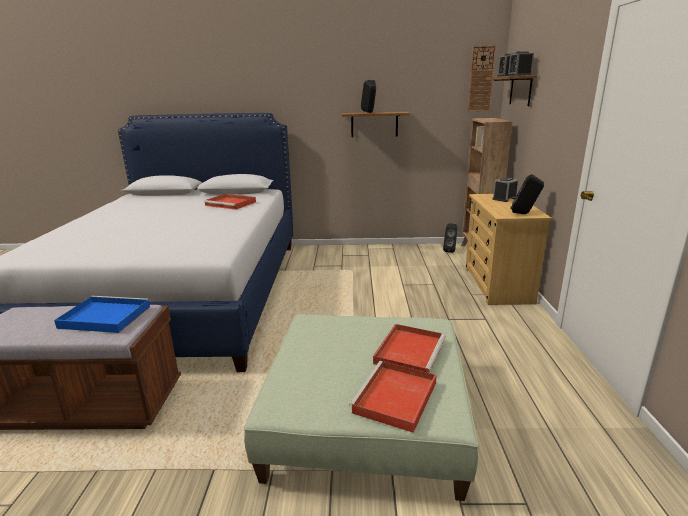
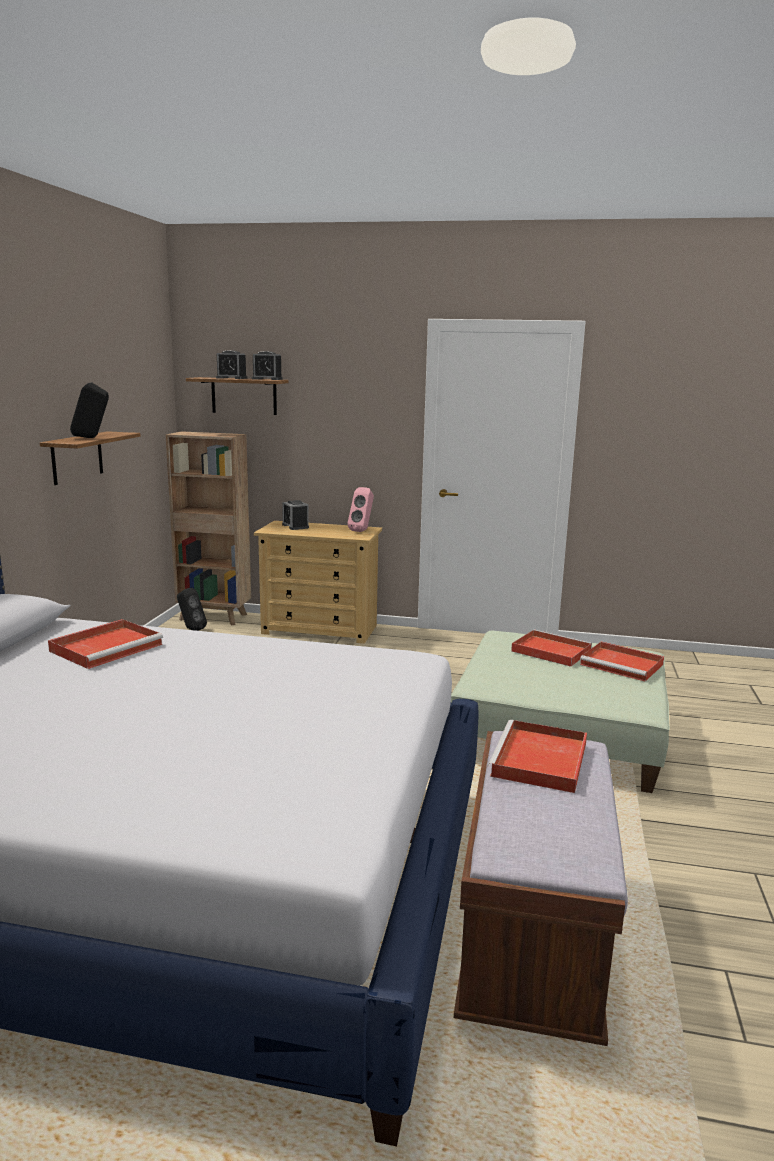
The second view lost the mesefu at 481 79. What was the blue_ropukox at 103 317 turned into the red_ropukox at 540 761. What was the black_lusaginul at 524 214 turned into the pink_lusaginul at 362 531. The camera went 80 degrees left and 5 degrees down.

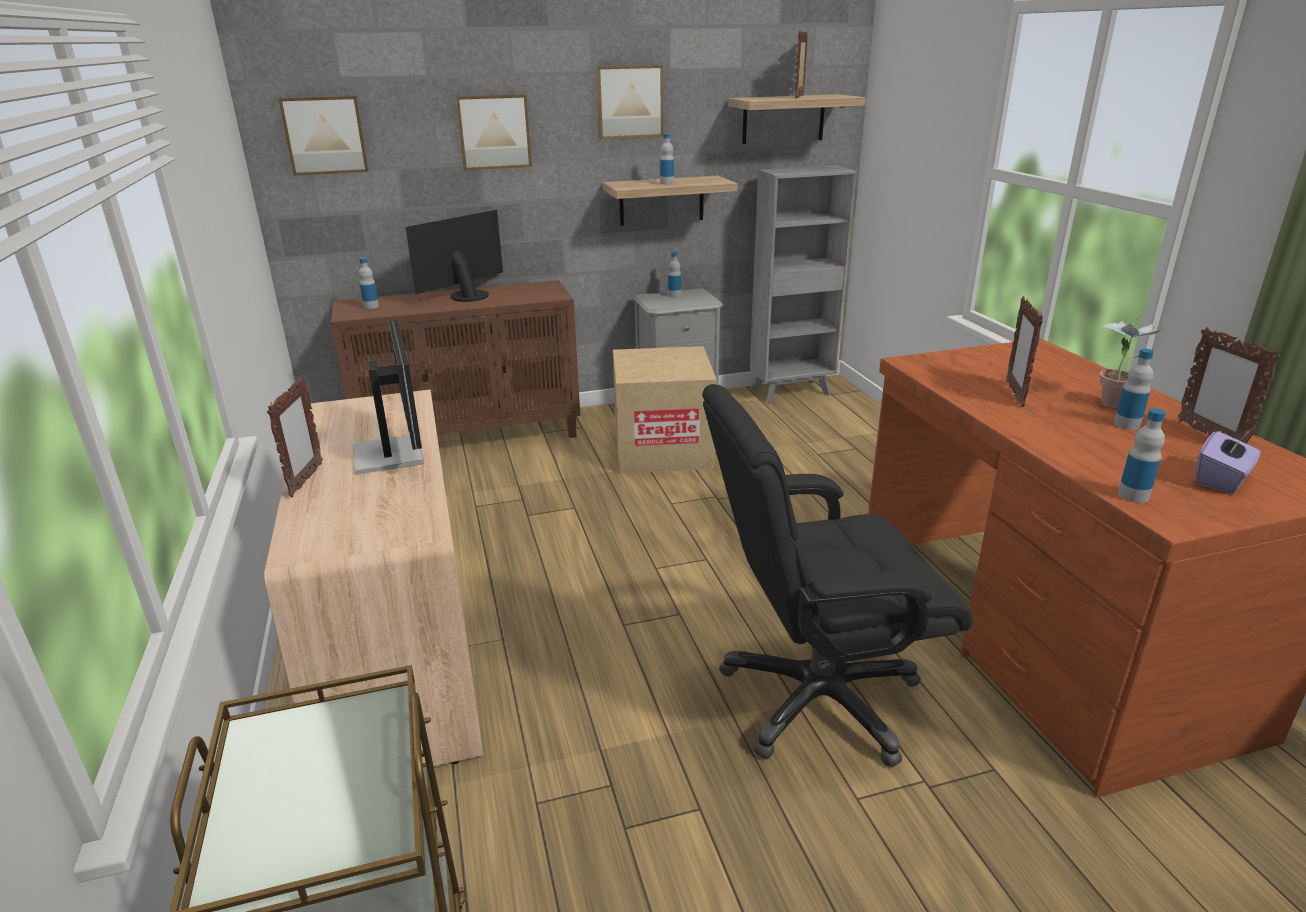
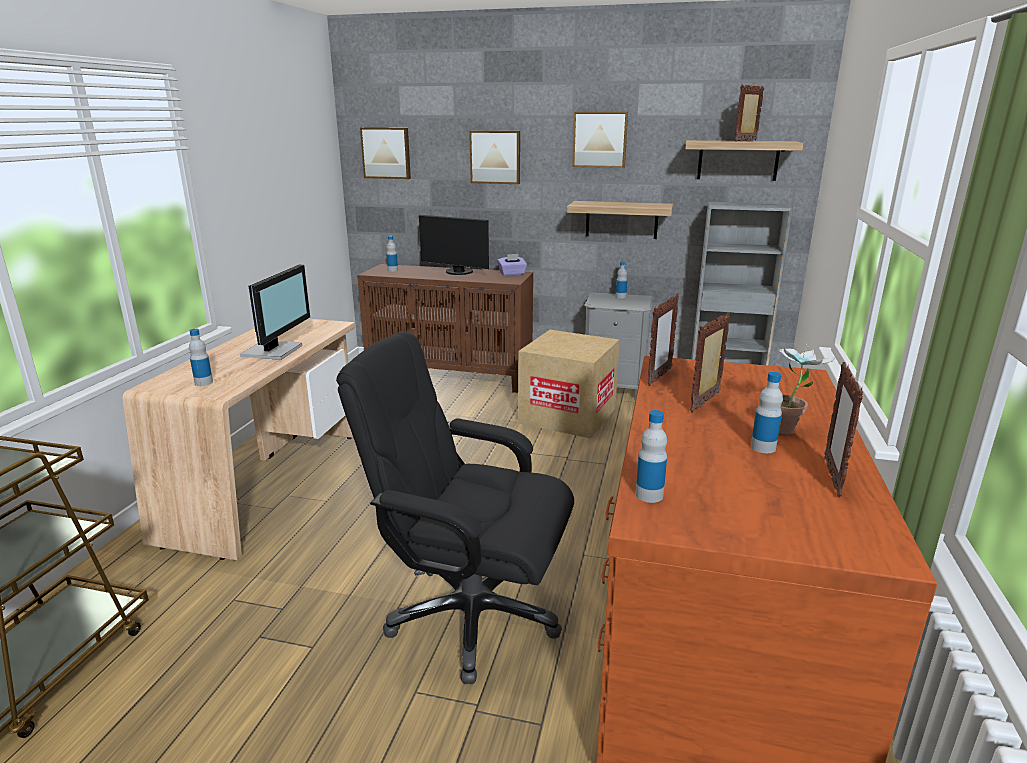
The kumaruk ended up elsewhere, having gone from 306 480 to 659 377. The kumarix ended up elsewhere, having gone from 666 183 to 203 382. The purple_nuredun ended up elsewhere, having gone from 1221 480 to 512 274. The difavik at 467 295 ended up facing another way, 135 degrees counterclockwise from before. The camera went 30 degrees right and 5 degrees down.

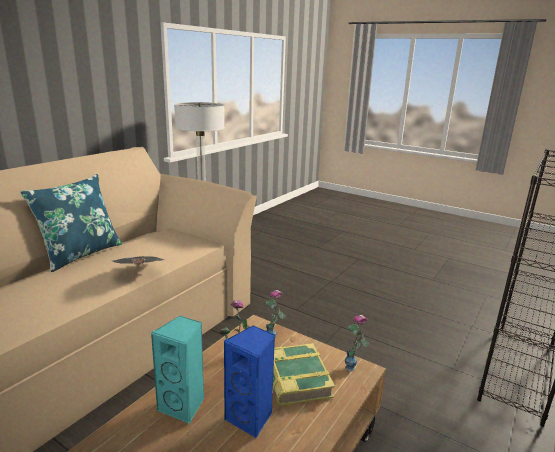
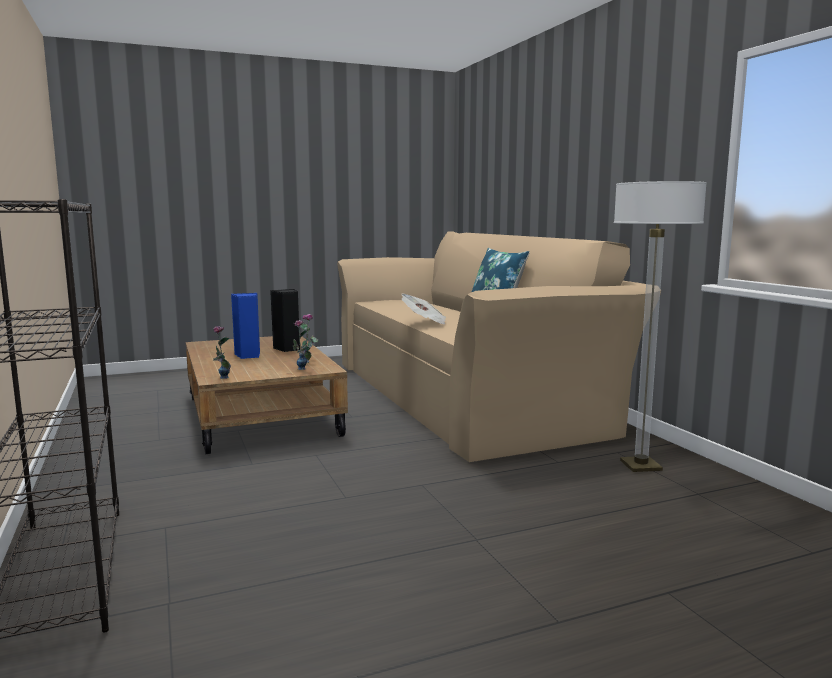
The second view lost the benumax at 295 379. What was the turquoise_lusaginul at 183 406 turned into the black_lusaginul at 287 349. The camera went 125 degrees right and 10 degrees down.

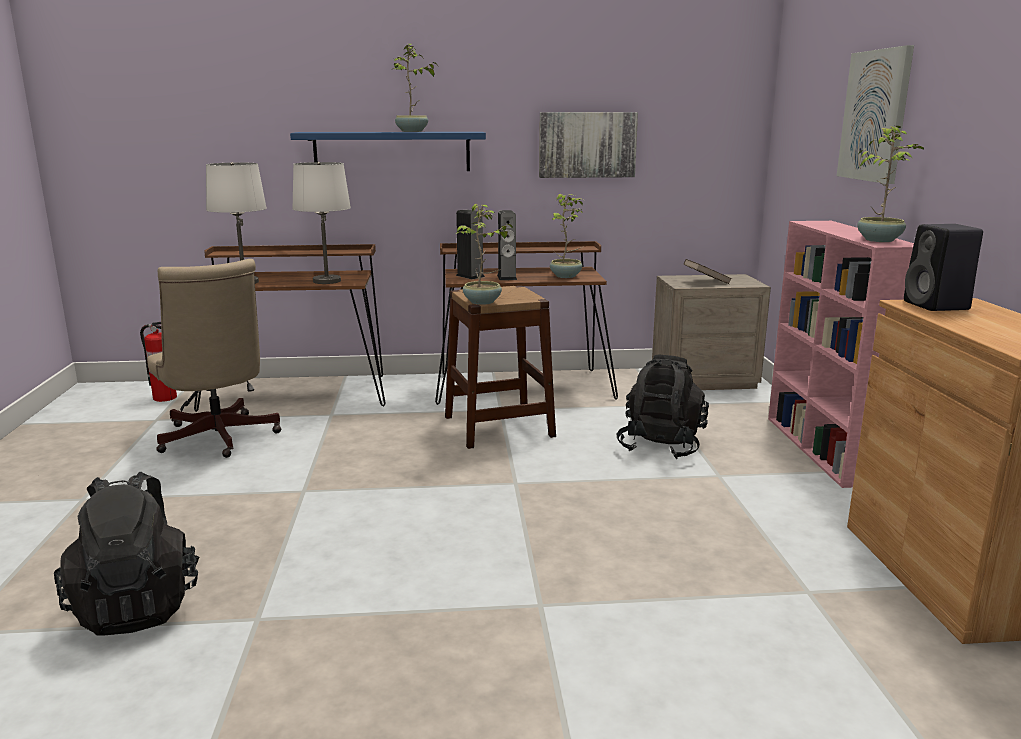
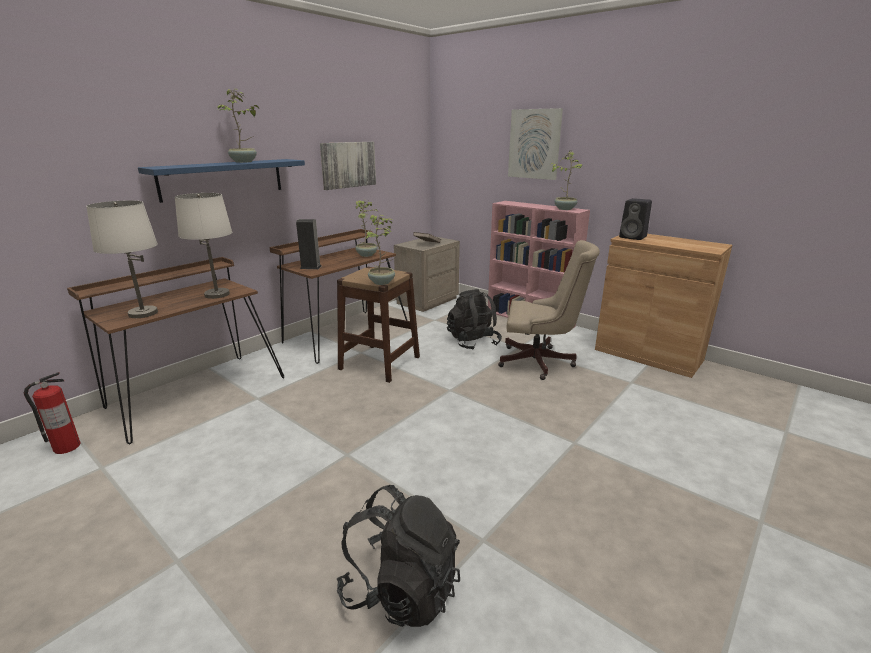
The second view lost the lusaginul at 506 277. The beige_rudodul ended up elsewhere, having gone from 218 439 to 540 362. The camera went 45 degrees left and 5 degrees up.

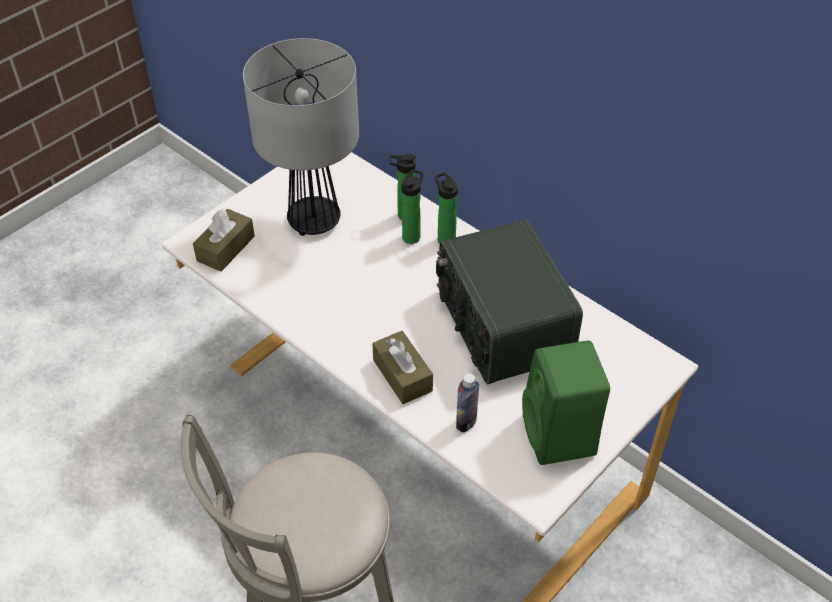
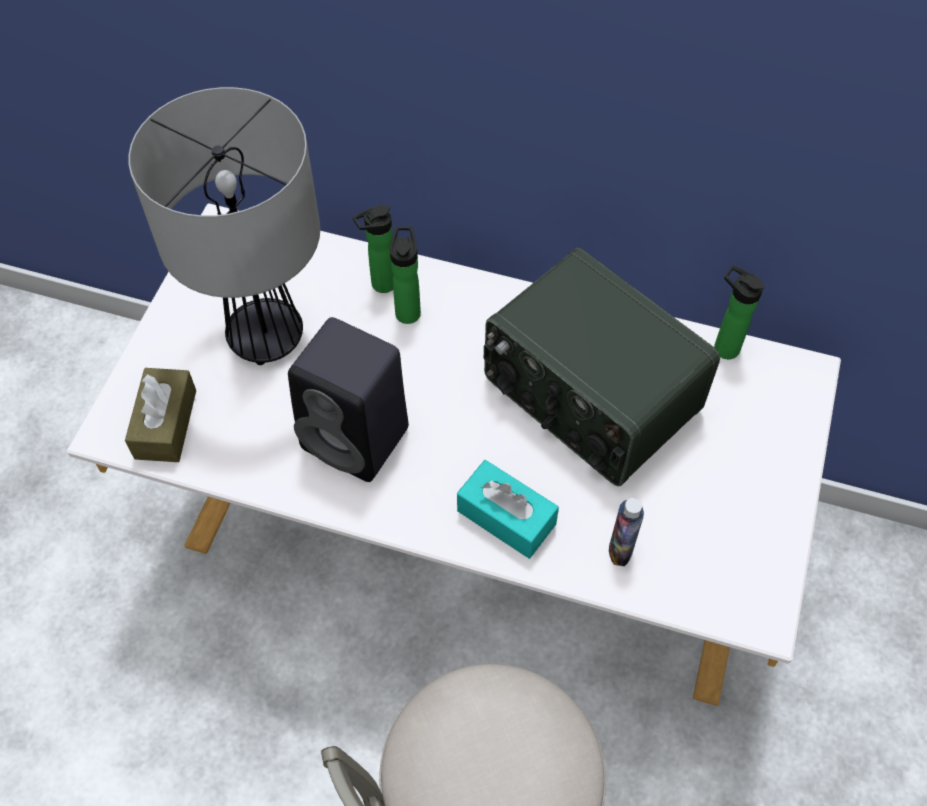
The second view lost the green_lusaginul at 560 437. The second view gained the black_lusaginul at 358 439. The kumarix ended up elsewhere, having gone from 445 238 to 722 347. What was the brown_nuredun at 402 375 turned into the turquoise_nuredun at 506 517. The camera went 25 degrees left and 10 degrees up.

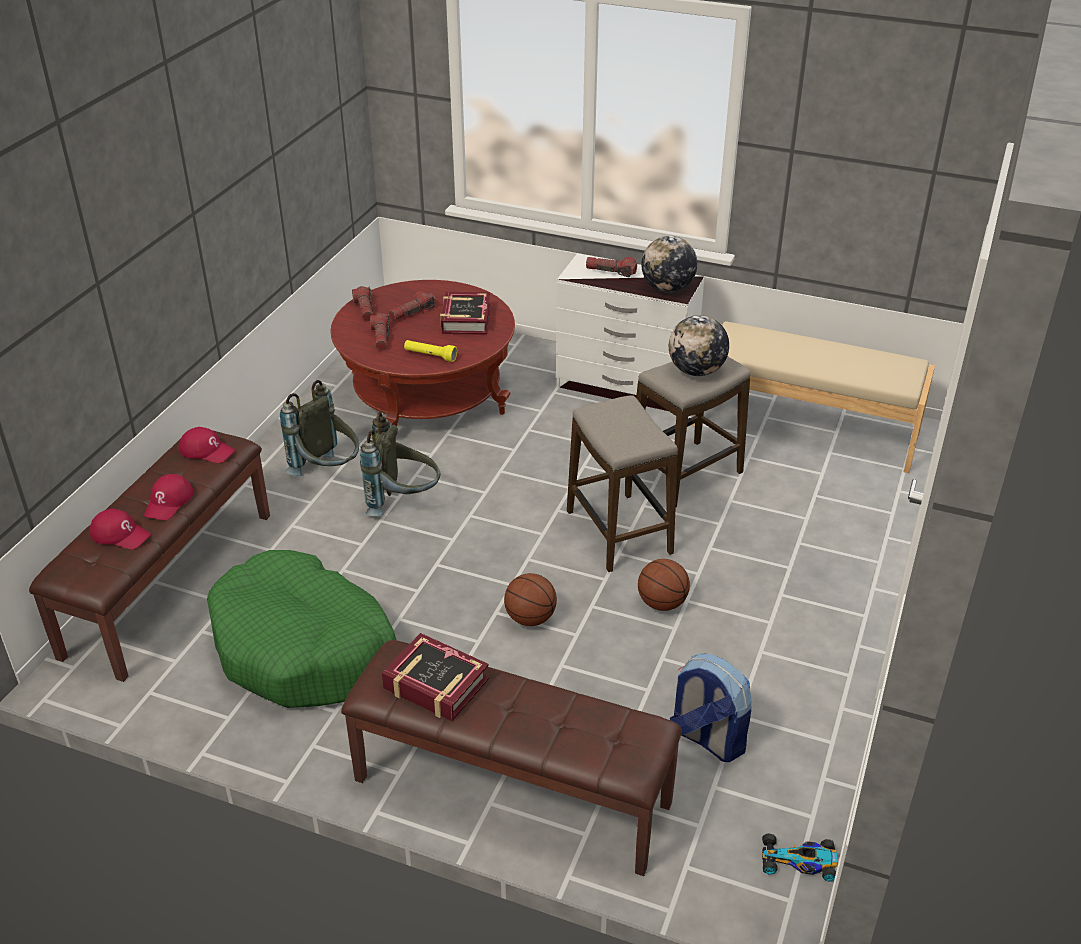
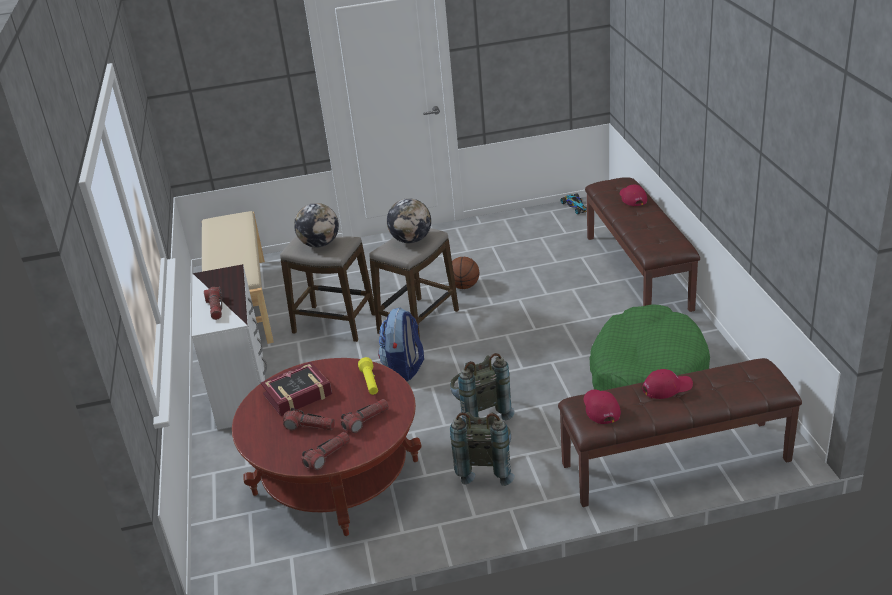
The second view lost the benumax at 435 684. The second view lost the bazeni at 530 618. The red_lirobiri ended up elsewhere, having gone from 120 534 to 632 198. The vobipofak ended up elsewhere, having gone from 667 289 to 411 240. The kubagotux ended up elsewhere, having gone from 706 738 to 404 369. The camera went 120 degrees left and 5 degrees down.

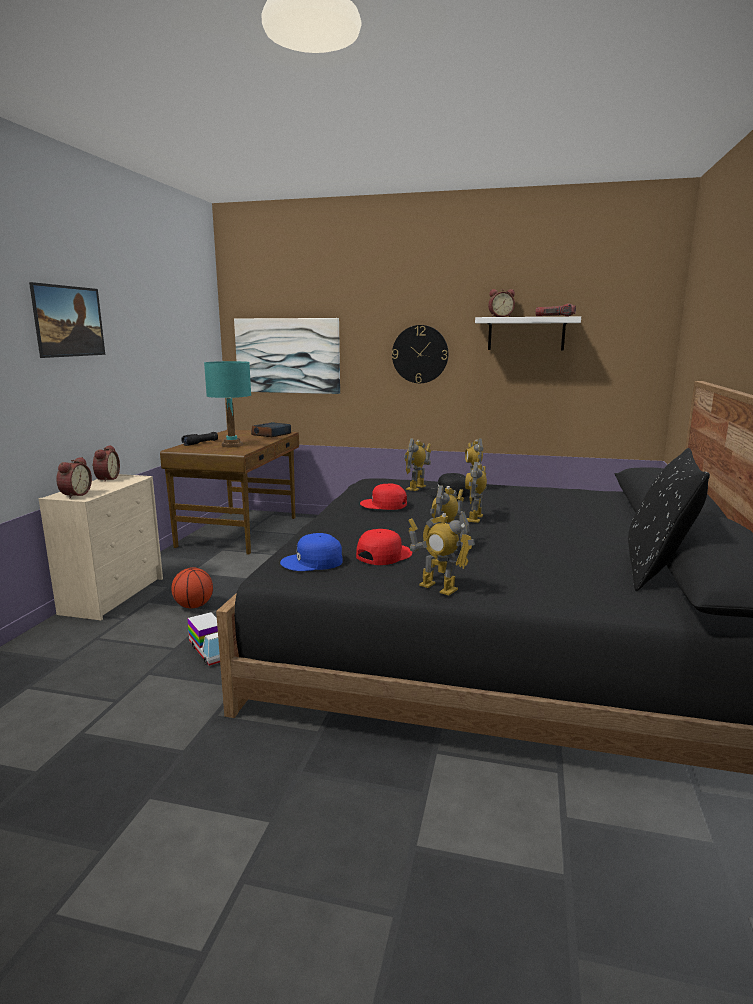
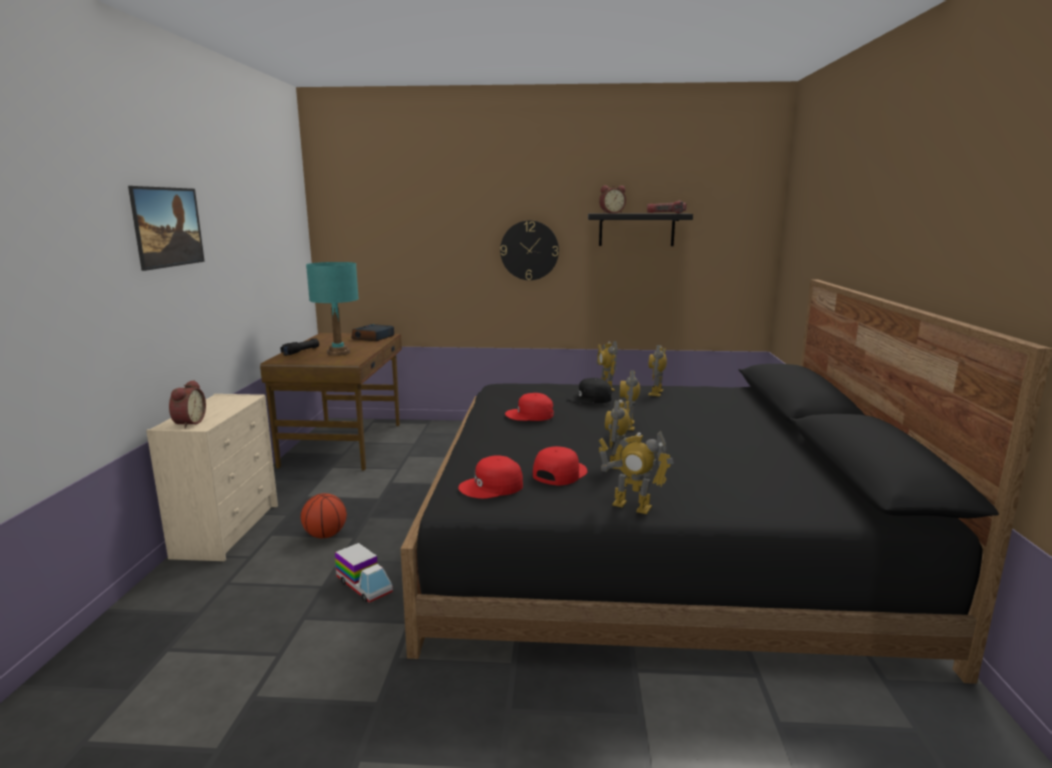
The second view lost the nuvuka at 106 479. The second view lost the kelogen at 287 355. The second view lost the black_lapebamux at 656 570. The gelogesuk ended up elsewhere, having gone from 416 488 to 656 392. What was the blue_lirobiri at 312 562 turned into the red_lirobiri at 492 487. What was the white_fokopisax at 526 334 turned into the black_fokopisax at 636 229. The camera went 10 degrees left and 0 degrees up.

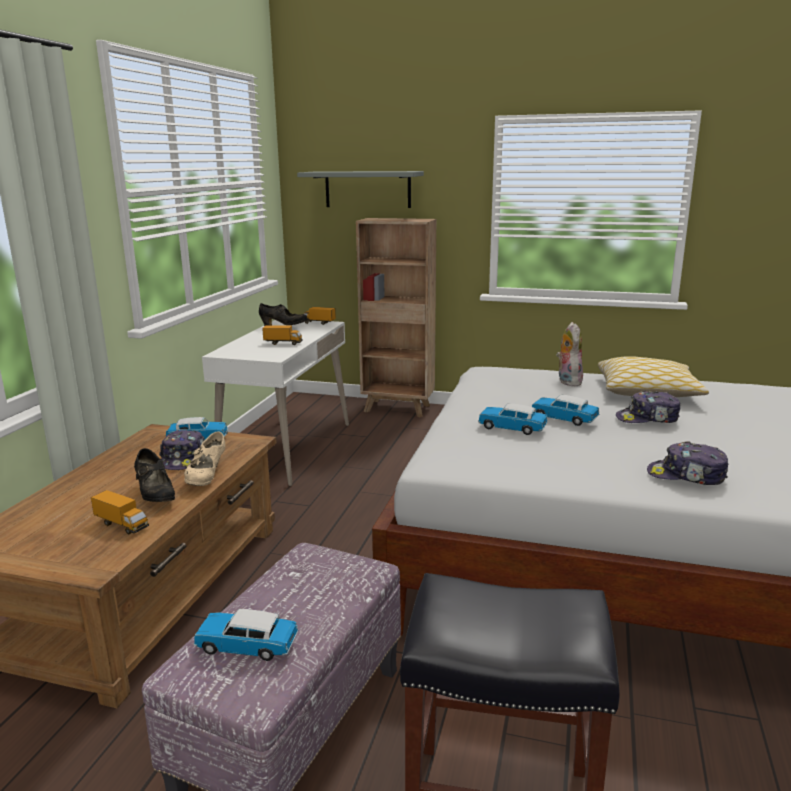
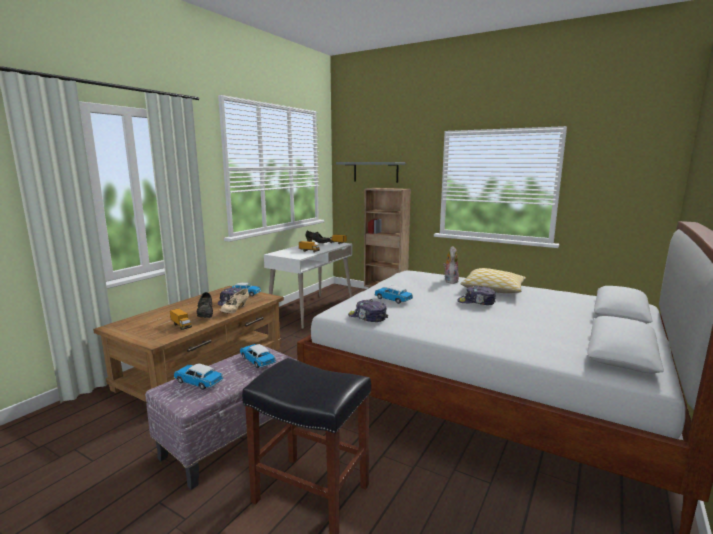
The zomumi ended up elsewhere, having gone from 563 418 to 257 361. The lirobiri ended up elsewhere, having gone from 686 476 to 367 317. The camera went 15 degrees right and 5 degrees down.

